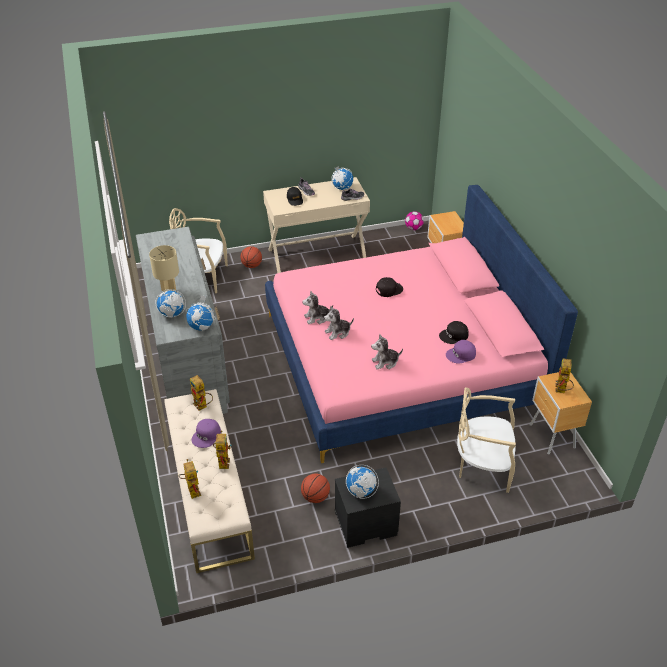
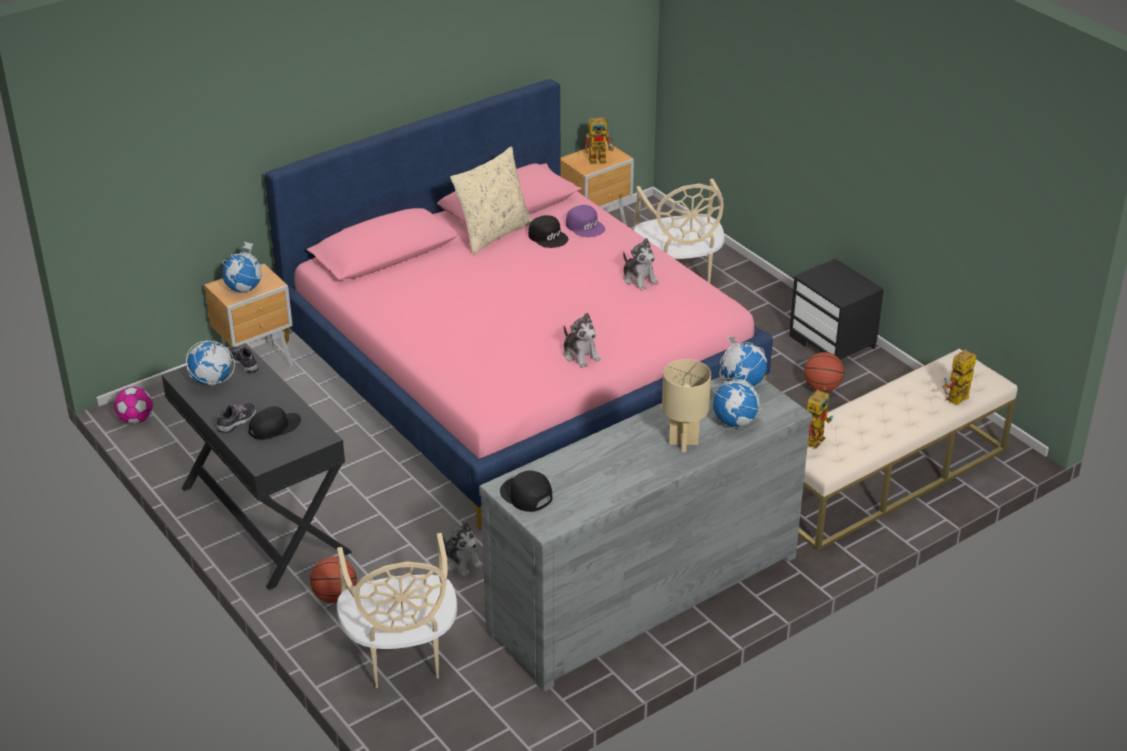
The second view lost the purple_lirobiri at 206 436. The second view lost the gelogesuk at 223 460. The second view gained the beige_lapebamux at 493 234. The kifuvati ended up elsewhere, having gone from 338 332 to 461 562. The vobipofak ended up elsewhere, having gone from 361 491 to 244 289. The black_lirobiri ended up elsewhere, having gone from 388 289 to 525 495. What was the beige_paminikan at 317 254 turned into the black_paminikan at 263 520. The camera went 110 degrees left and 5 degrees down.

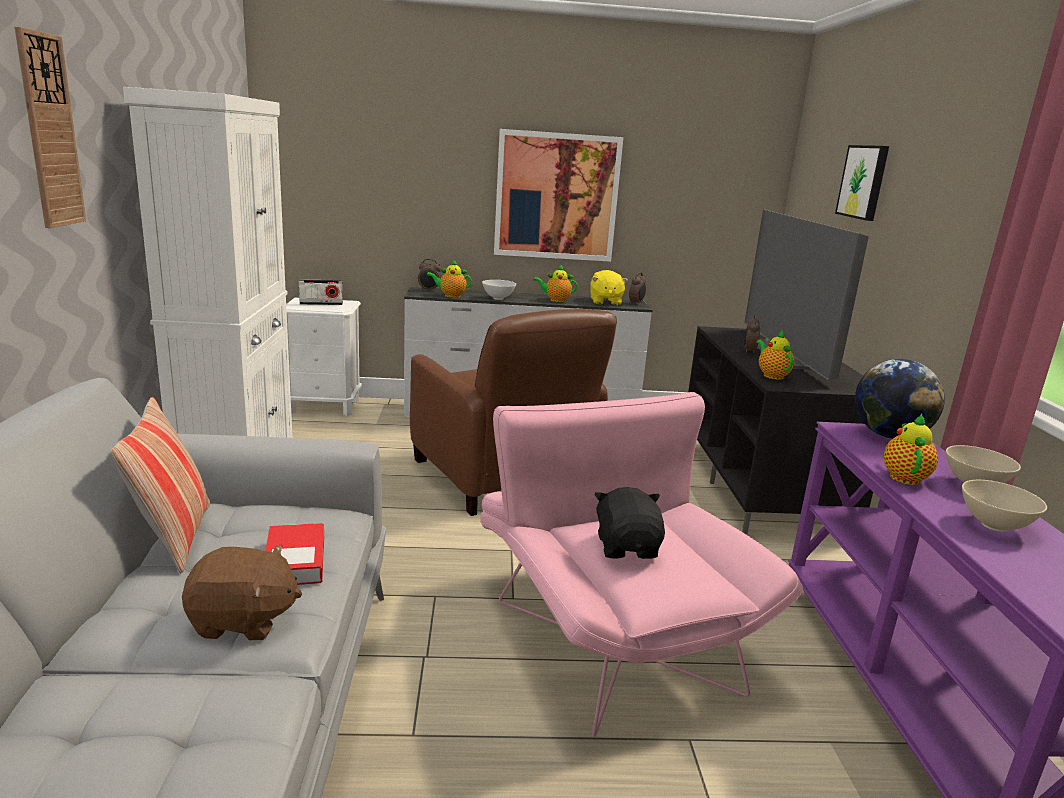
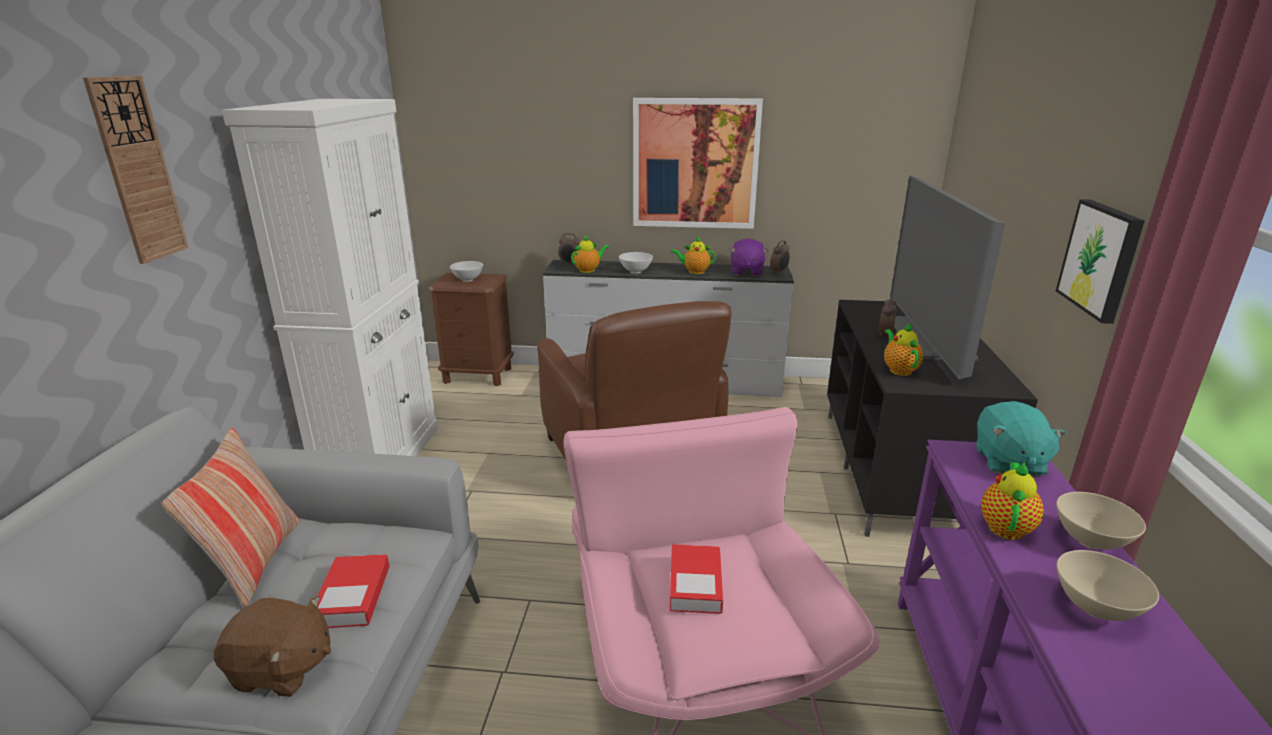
The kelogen ended up elsewhere, having gone from 864 182 to 1101 259. Where the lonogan stood at 321 304, the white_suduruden came to stand at 468 280. Where the black_kifuvati stood at 627 547, the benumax came to stand at 695 584. Where the vobipofak stood at 889 436, the turquoise_kifuvati came to stand at 1008 461. What was the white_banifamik at 324 406 turned into the brown_banifamik at 478 375. What was the yellow_kifuvati at 605 302 turned into the purple_kifuvati at 746 272. The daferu at 450 295 ended up facing another way, 135 degrees clockwise from before. The camera went 10 degrees right and 5 degrees up.

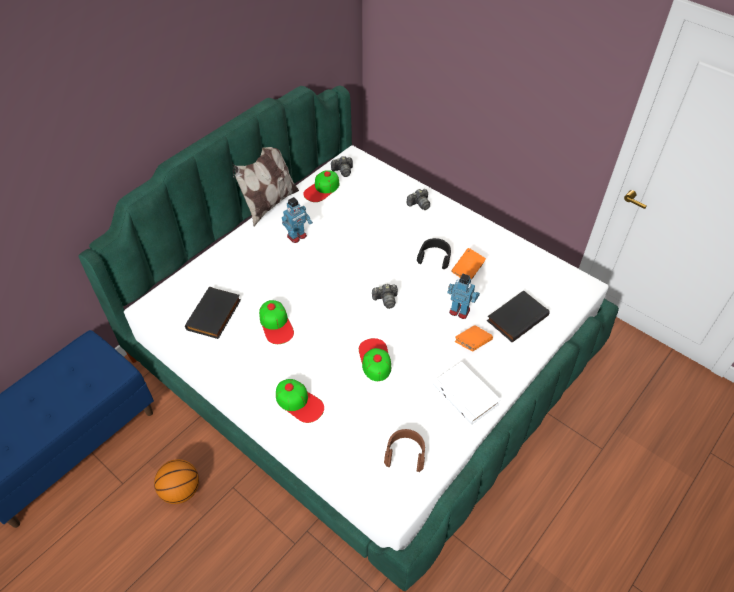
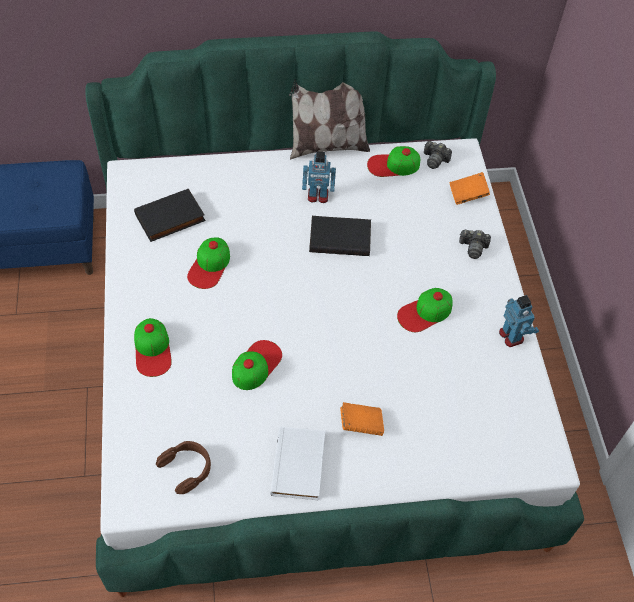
The second view lost the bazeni at 181 490. The second view lost the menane at 386 300. The gelogesuk ended up elsewhere, having gone from 459 310 to 511 336. The orange_benumax ended up elsewhere, having gone from 467 271 to 467 195. The black_benumax ended up elsewhere, having gone from 516 317 to 340 237. Where the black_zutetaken stood at 434 257, the lirobiri came to stand at 425 312. The camera went 40 degrees right and 5 degrees up.

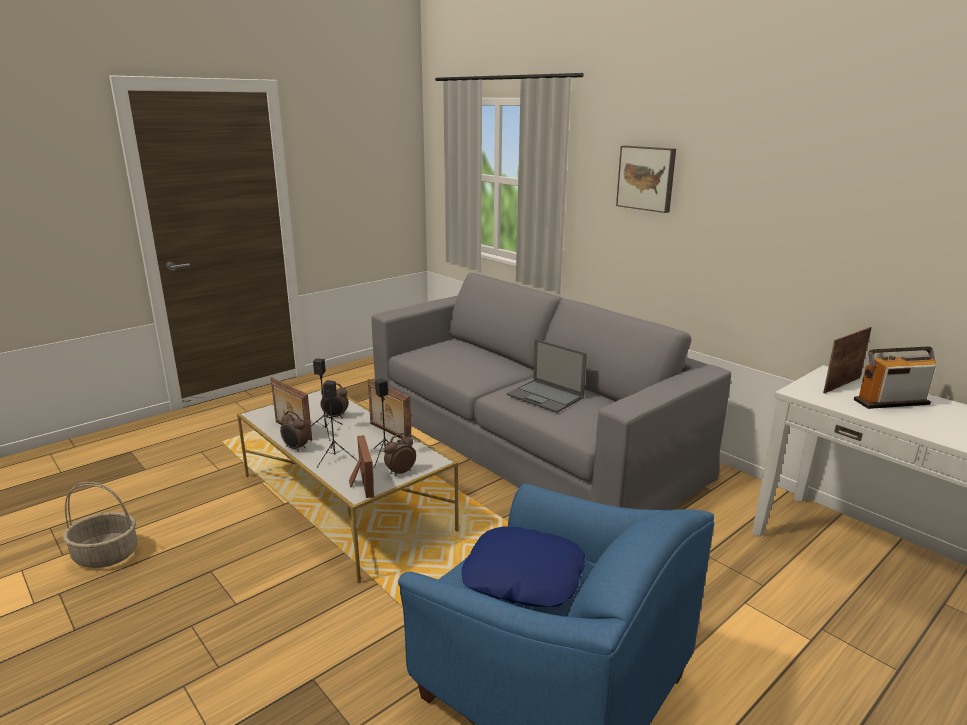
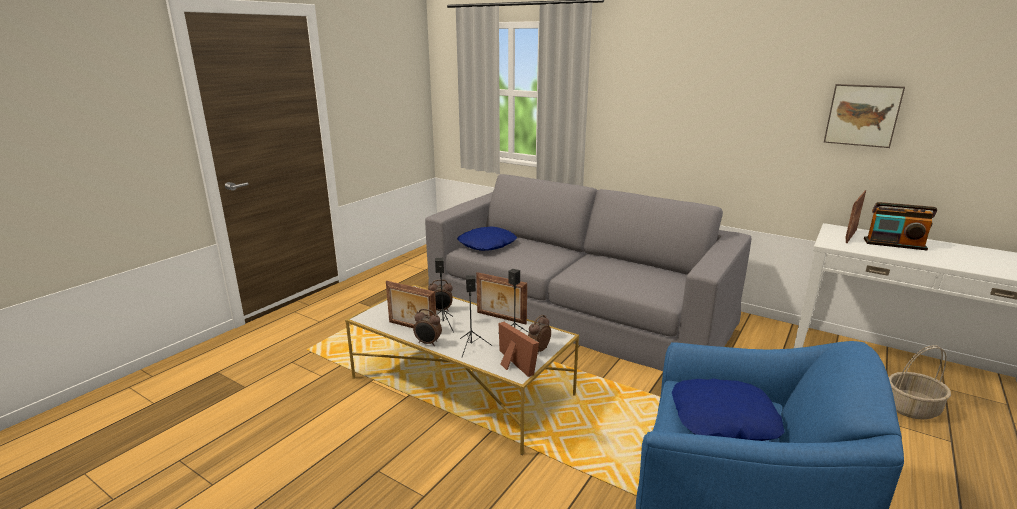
The second view lost the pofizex at 546 396. The second view gained the blue_lapebamux at 487 245. The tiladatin ended up elsewhere, having gone from 107 555 to 911 408. The kelogen ended up elsewhere, having gone from 647 178 to 862 115. The lonogan at 891 402 ended up facing another way, 135 degrees counterclockwise from before. The camera went 15 degrees left and 0 degrees up.

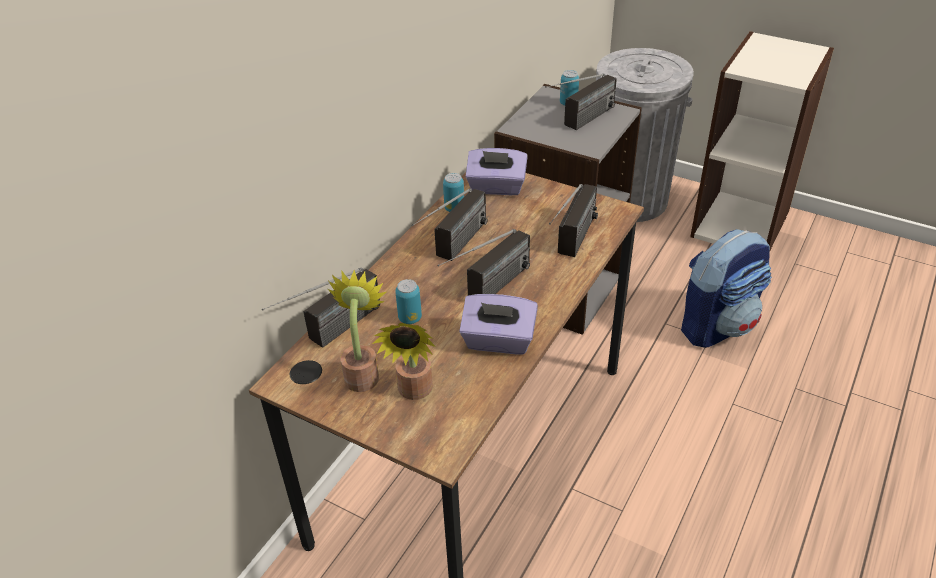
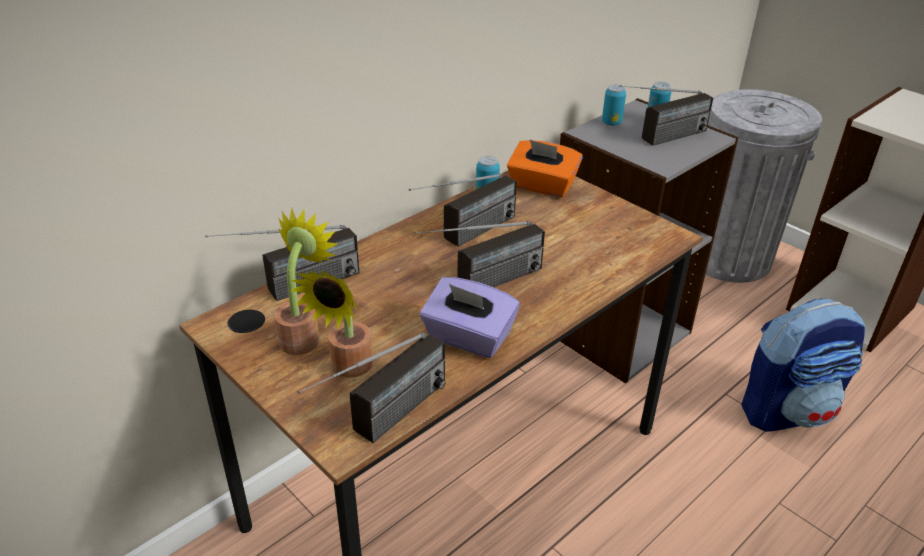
The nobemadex ended up elsewhere, having gone from 410 318 to 611 123. The lonogan ended up elsewhere, having gone from 573 246 to 382 424. What was the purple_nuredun at 496 187 turned into the orange_nuredun at 542 186. The camera went 15 degrees right and 5 degrees down.

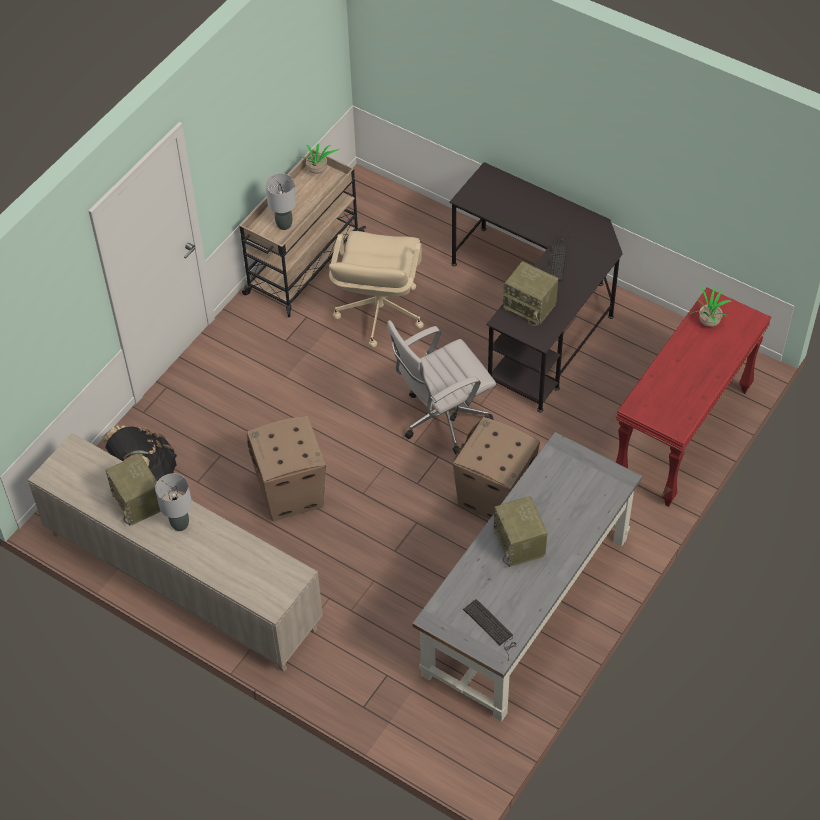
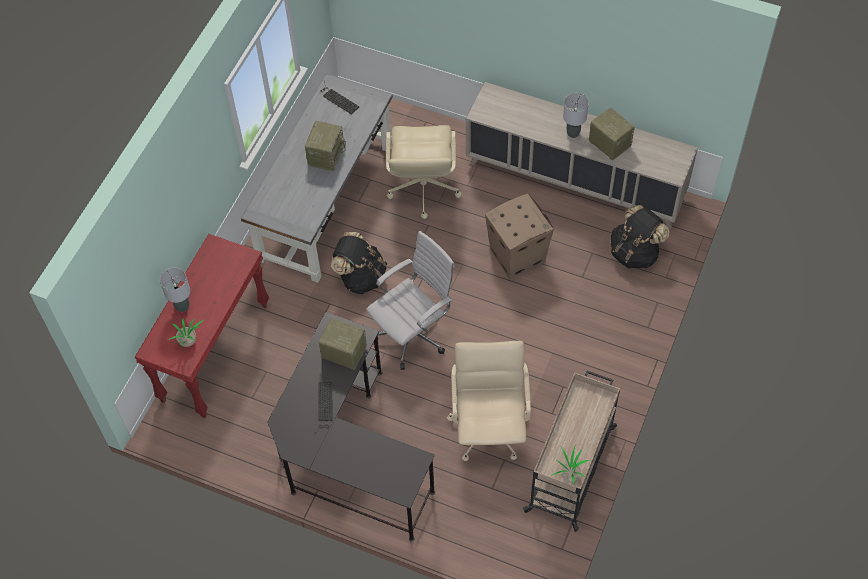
The second view gained the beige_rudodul at 423 189. The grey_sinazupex ended up elsewhere, having gone from 284 225 to 182 306. Where the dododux stood at 493 497, the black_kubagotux came to stand at 361 277. The lonogan at 520 544 ended up facing another way, 45 degrees clockwise from before. The camera went 170 degrees right and 5 degrees up.

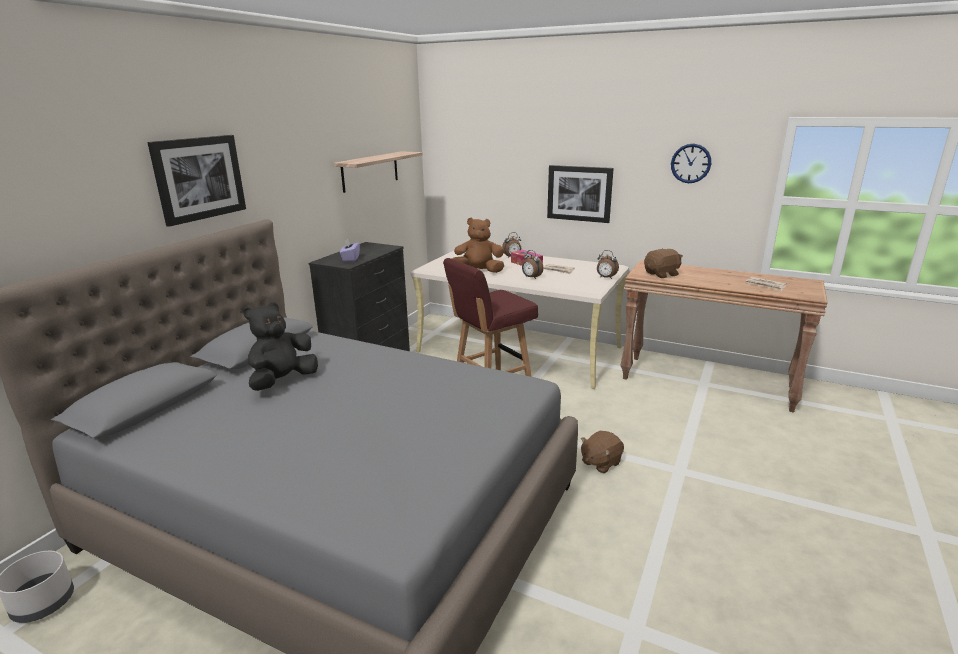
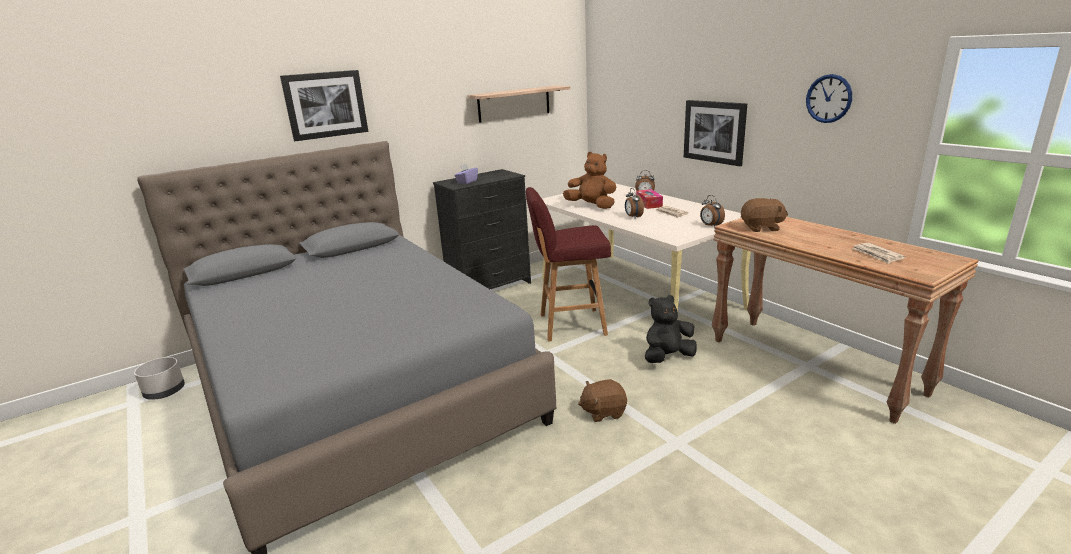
The black_kifuvati ended up elsewhere, having gone from 283 381 to 667 357. The camera went 30 degrees right and 0 degrees up.

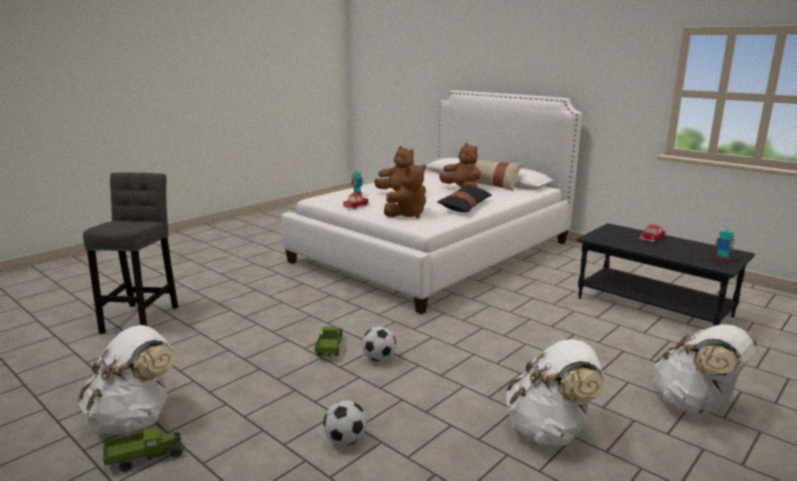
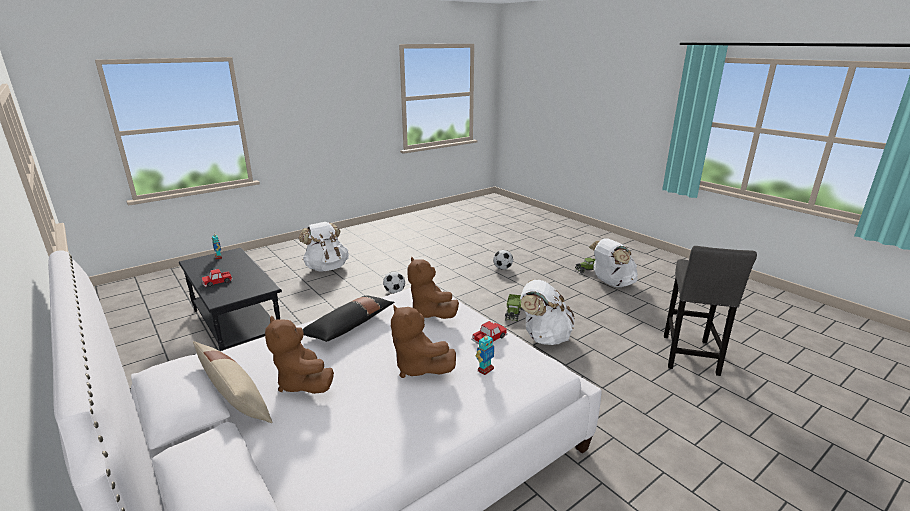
The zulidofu ended up elsewhere, having gone from 379 359 to 394 291. The white_kubagotux ended up elsewhere, having gone from 550 431 to 544 337. The brown_kifuvati at 407 215 ended up facing another way, 90 degrees counterclockwise from before. The camera went 170 degrees left and 5 degrees up.

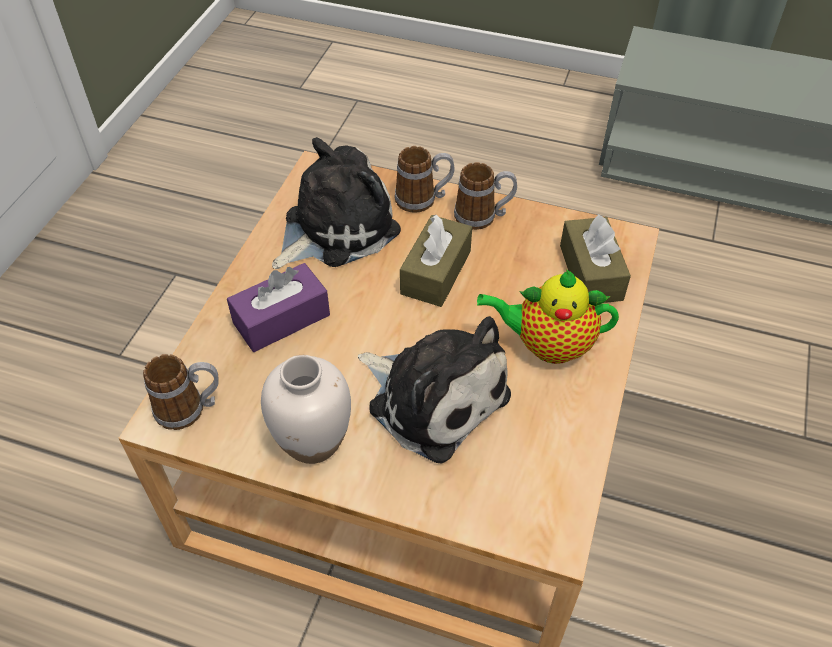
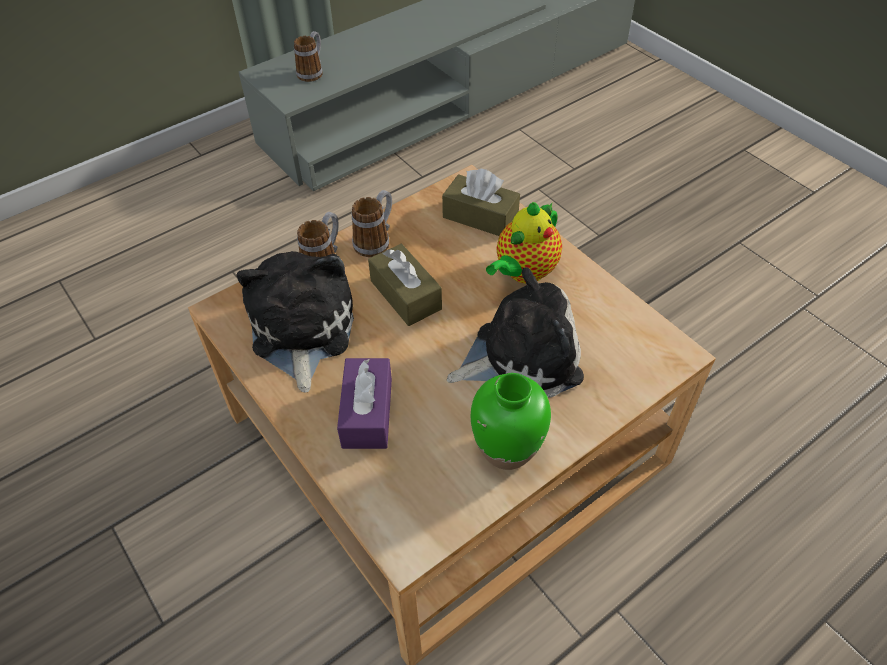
The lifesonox ended up elsewhere, having gone from 190 409 to 312 72. What was the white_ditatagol at 312 442 turned into the green_ditatagol at 507 450. The camera went 55 degrees left and 0 degrees up.

